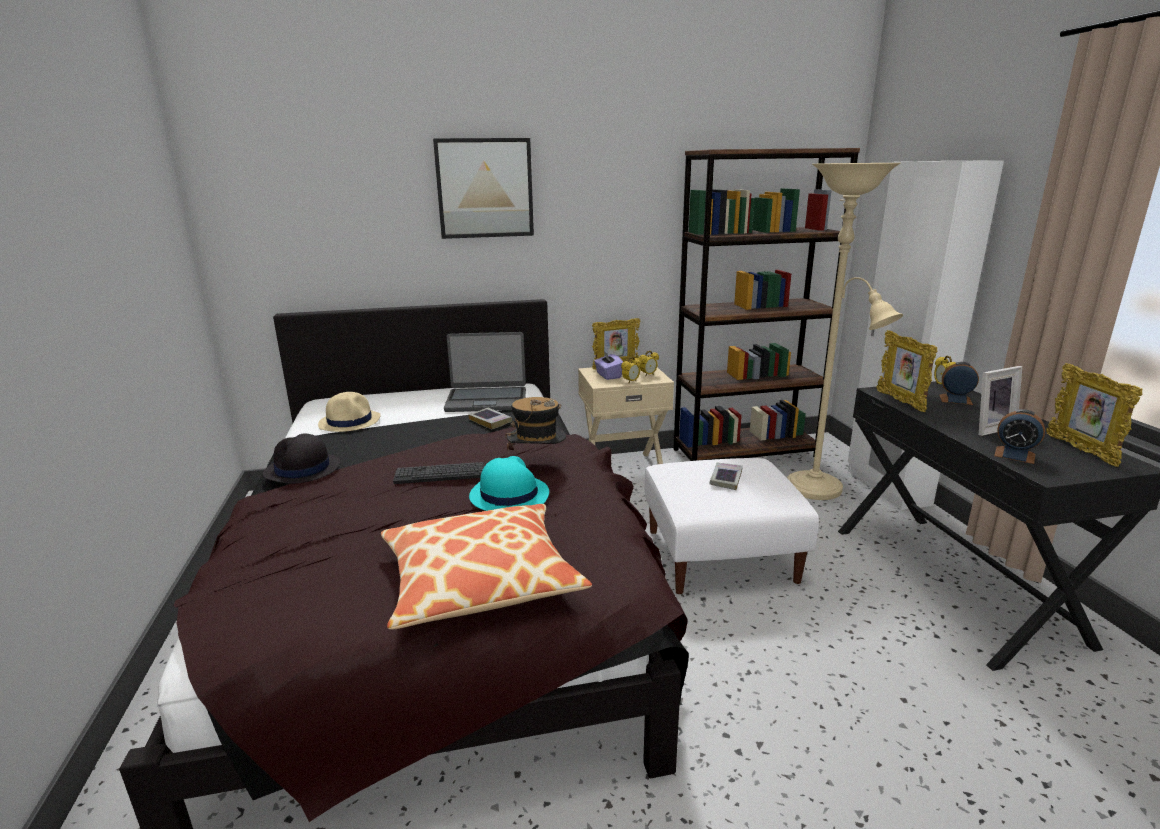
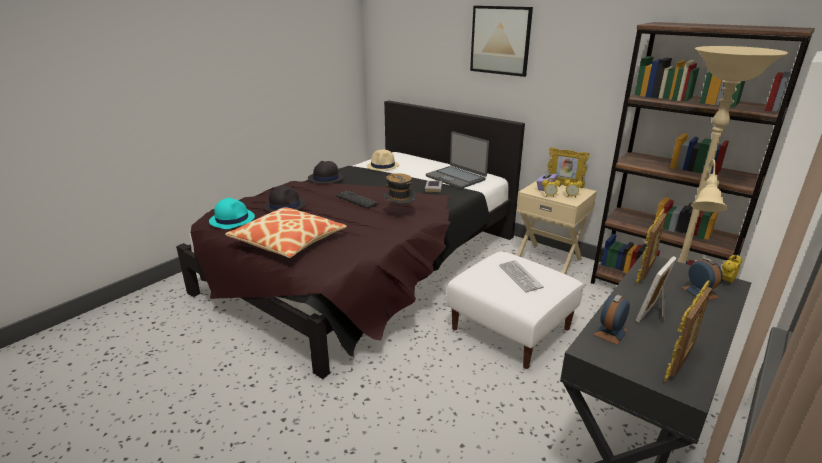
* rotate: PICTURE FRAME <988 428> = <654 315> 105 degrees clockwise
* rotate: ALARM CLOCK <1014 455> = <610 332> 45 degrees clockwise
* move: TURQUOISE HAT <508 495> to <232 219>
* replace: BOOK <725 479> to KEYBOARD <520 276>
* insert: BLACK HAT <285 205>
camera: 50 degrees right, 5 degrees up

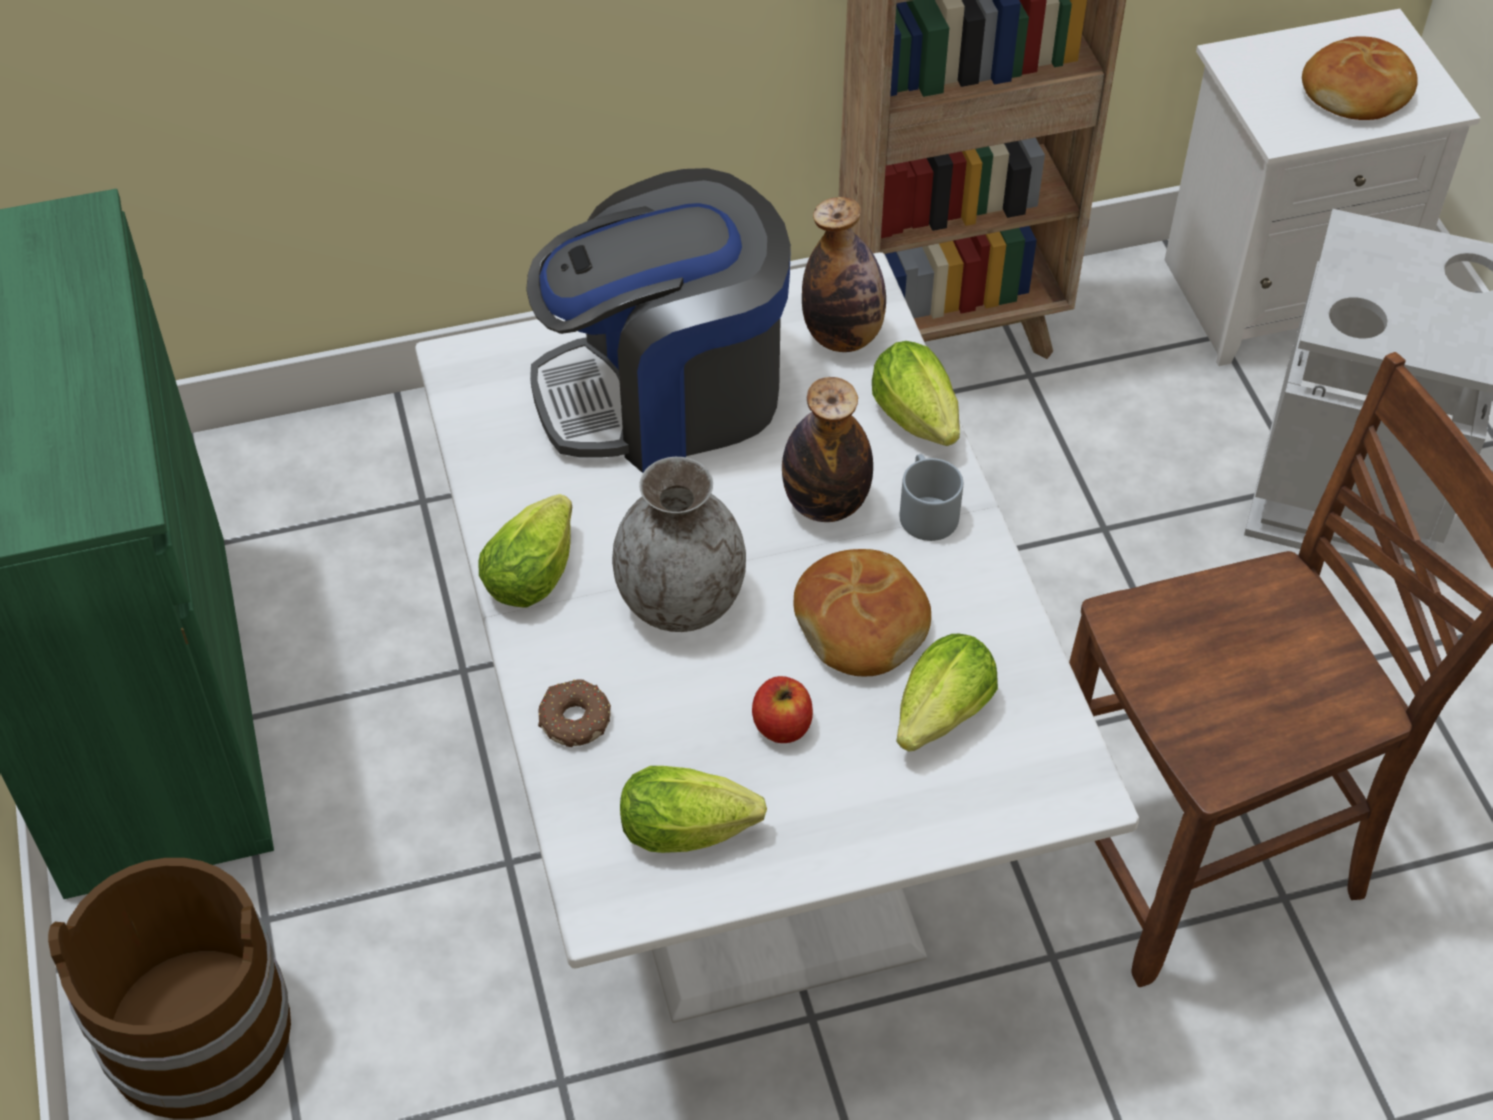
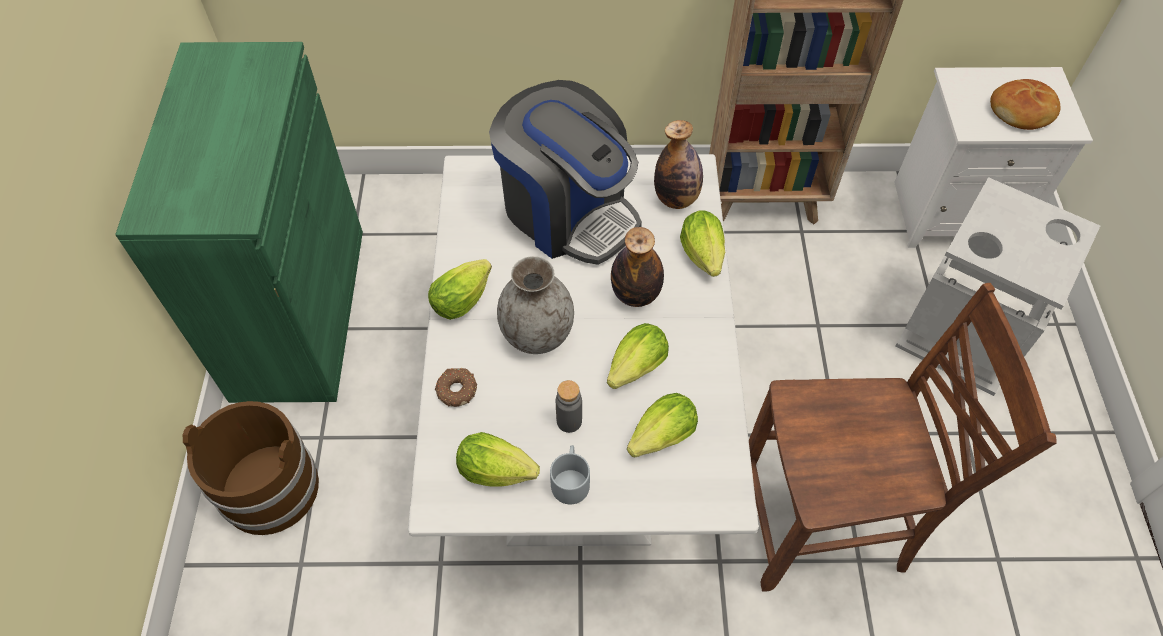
* rotate: COFFEE MACHINE <665 394> = <568 212> 135 degrees counterclockwise
* move: GREY MUG <925 510> to <569 479>
* replace: BREAD <862 624> to LETTUCE <633 370>
* replace: APPLE <781 726> to GREY BOTTLE <569 421>
camera: 15 degrees right, 5 degrees up

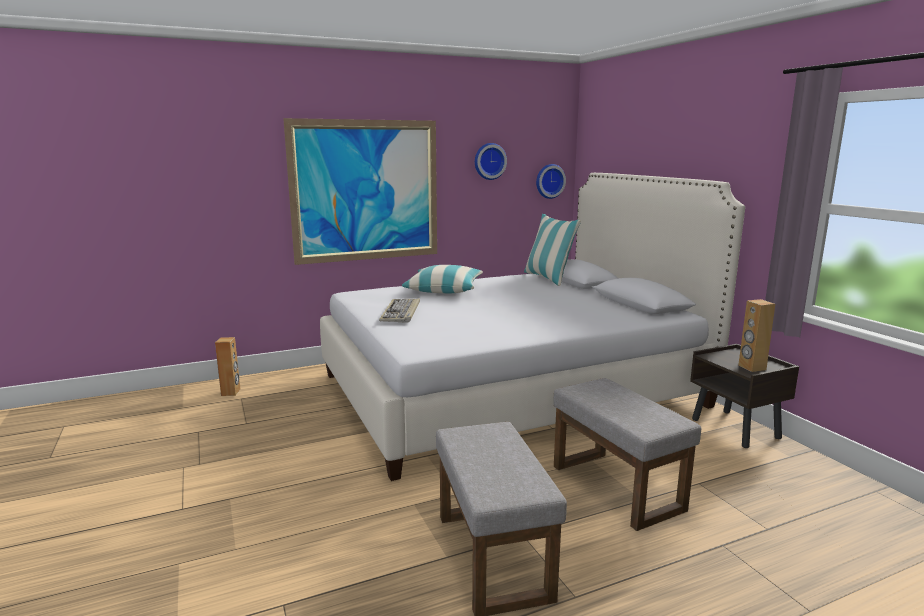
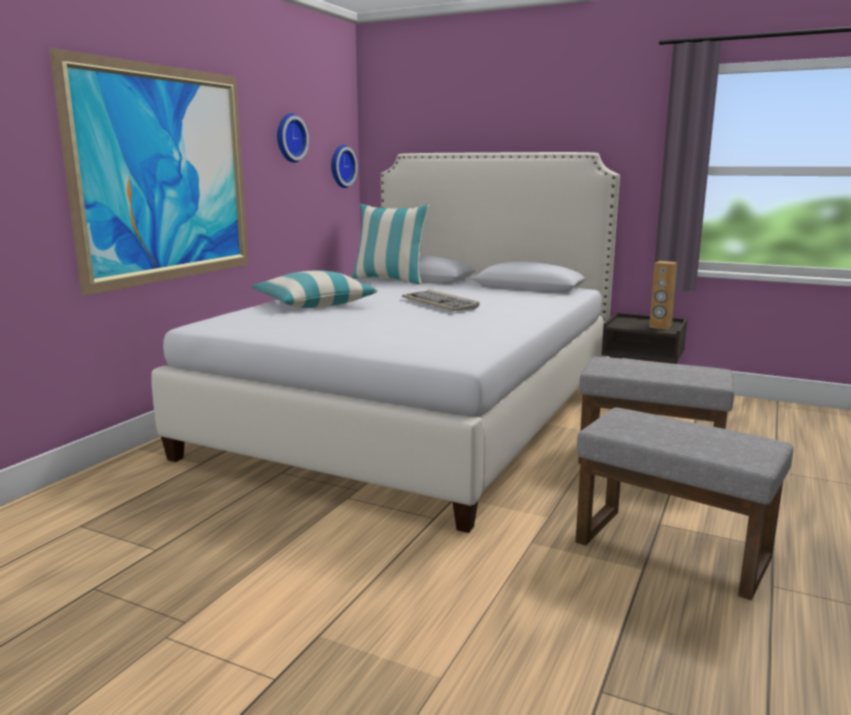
* move: KEYBOARD <401 313> to <441 304>
* delete: BROWN SPEAKER <231 392>
camera: 40 degrees left, 0 degrees up

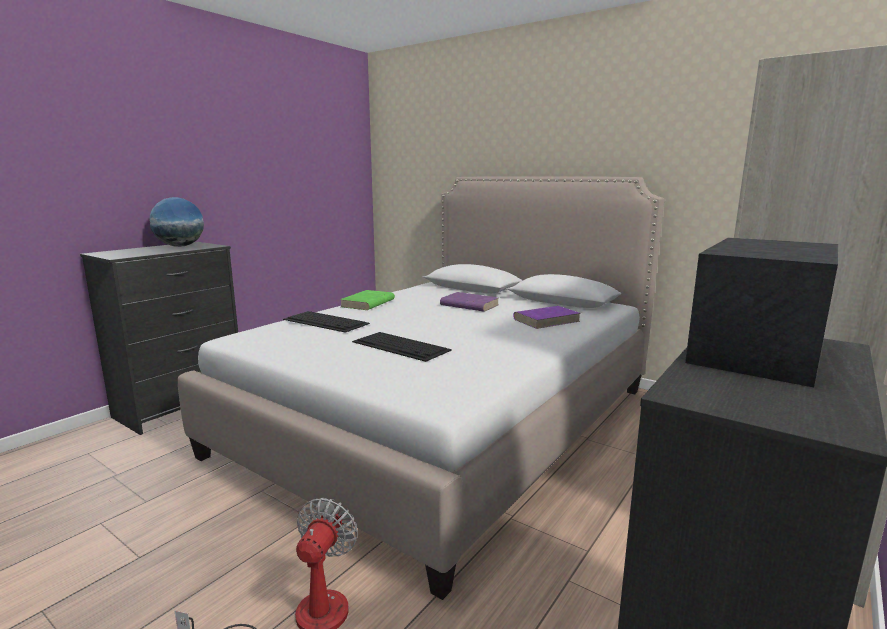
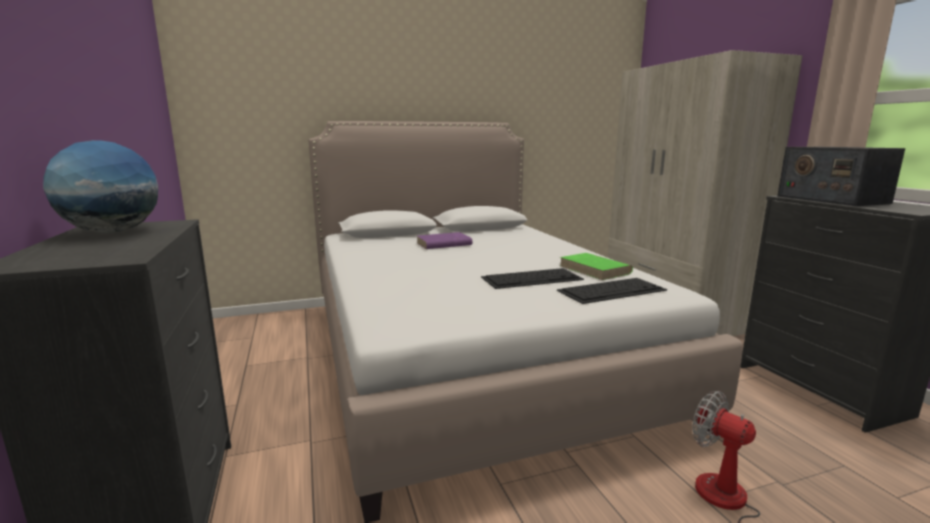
* move: GREEN BOOK <367 303> to <595 269>
* delete: PURPLE BOOK <546 320>
* move: KEYBOARD <326 321> to <612 290>
camera: 55 degrees left, 0 degrees up

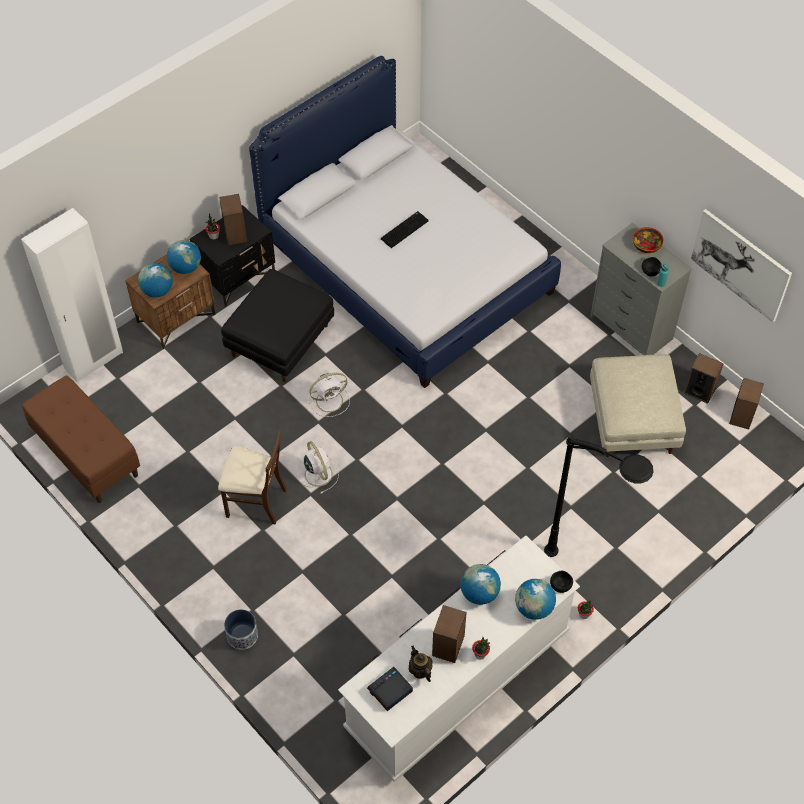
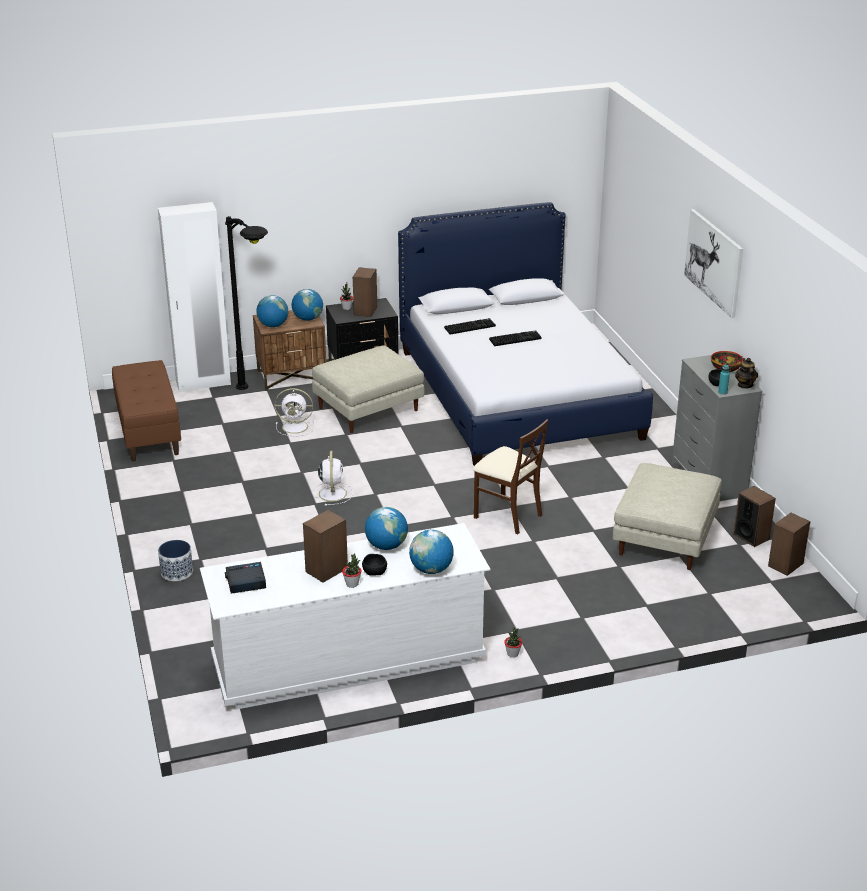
* move: PICTURE <740 265> to <714 262>
* recolor: BLACK OTTOMAN <280 339> to BEIGE OTTOMAN <369 408>
* move: WHITE FAN <330 400> to <296 427>
* move: BROWN CHAIR <255 501> to <507 515>
* move: BLACK FLOOR LAMP <590 573> to <259 403>
* move: BLACK BOWL <561 585> to <375 571>
* move: TEAPOT <420 671> to <745 385>
* insert: KEYBOARD <470 327>
camera: 25 degrees right, 25 degrees down

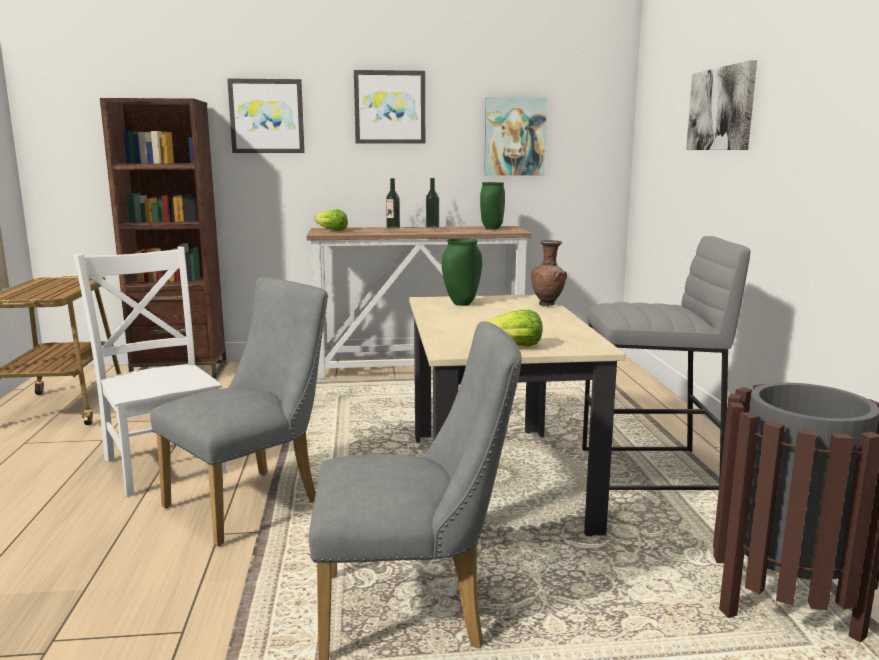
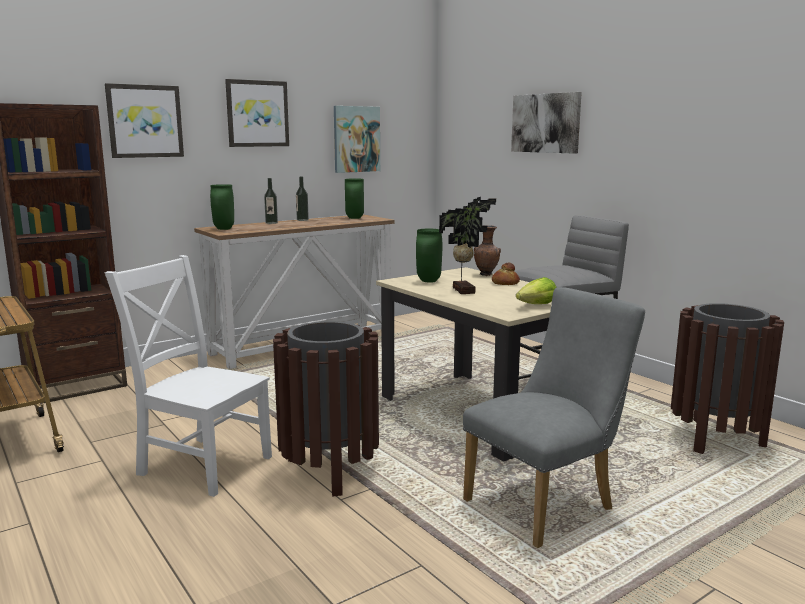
* replace: LETTUCE <331 230> to GREEN VASE <224 229>
* replace: GREY CHAIR <252 501> to BROWN TRASH CAN <330 471>
* insert: POTTED PLANT <465 290>
* insert: BREAD <505 283>
camera: 30 degrees left, 0 degrees up

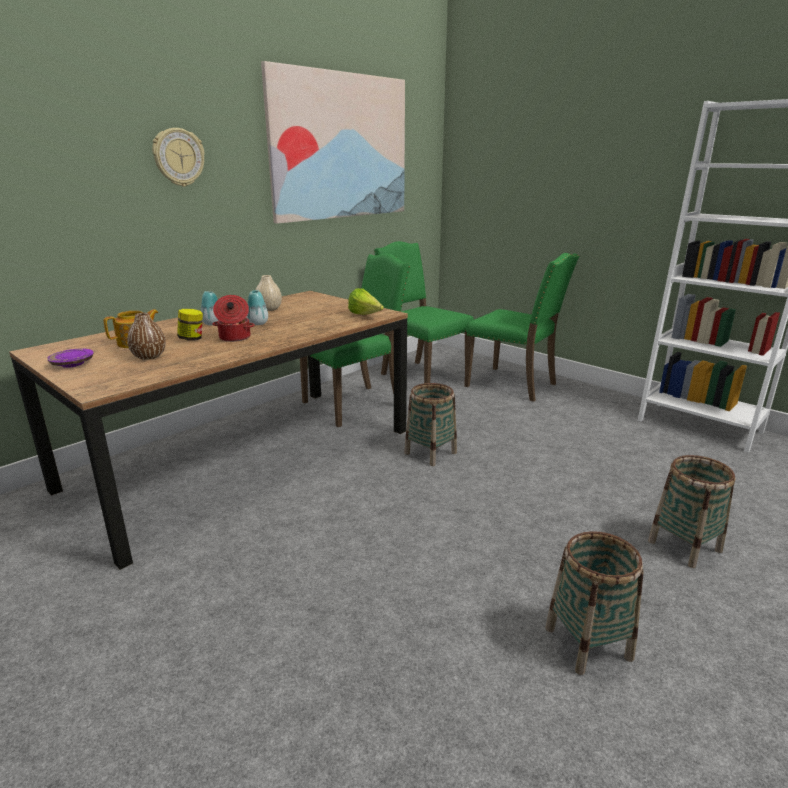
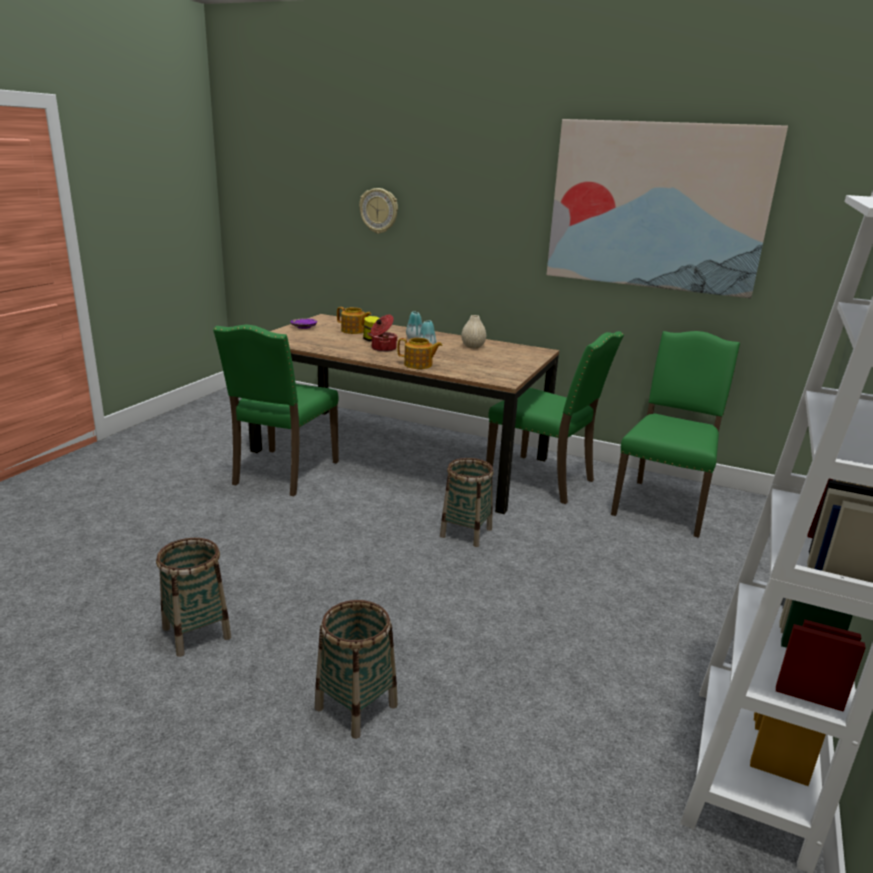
* move: WALL CLOCK <178 157> to <379 210>
* move: GREEN CHAIR <513 385> to <283 473>
* delete: LETTUCE <365 315>
* delete: BROWN VASE <149 356>
* insert: TEAPOT <418 365>
camera: 70 degrees right, 0 degrees up

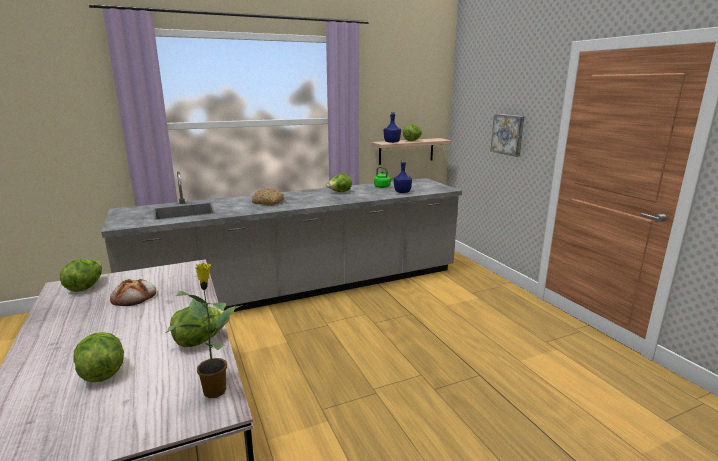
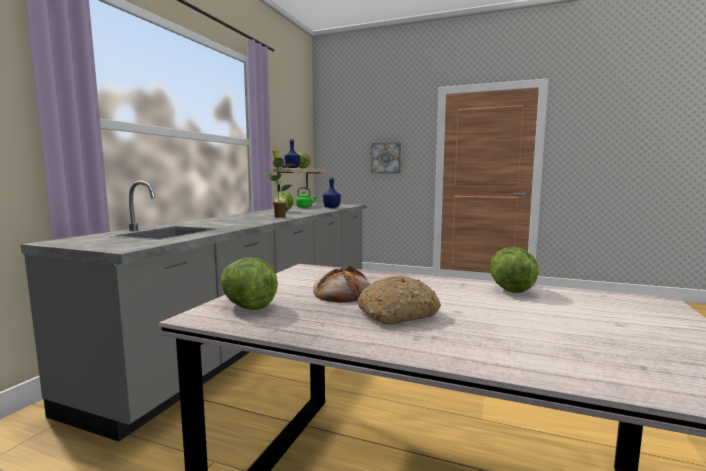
* move: BREAD <267 202> to <397 313>
* move: POTTED PLANT <215 389> to <279 216>
* delete: LETTUCE <102 371>
camera: 45 degrees left, 10 degrees down

